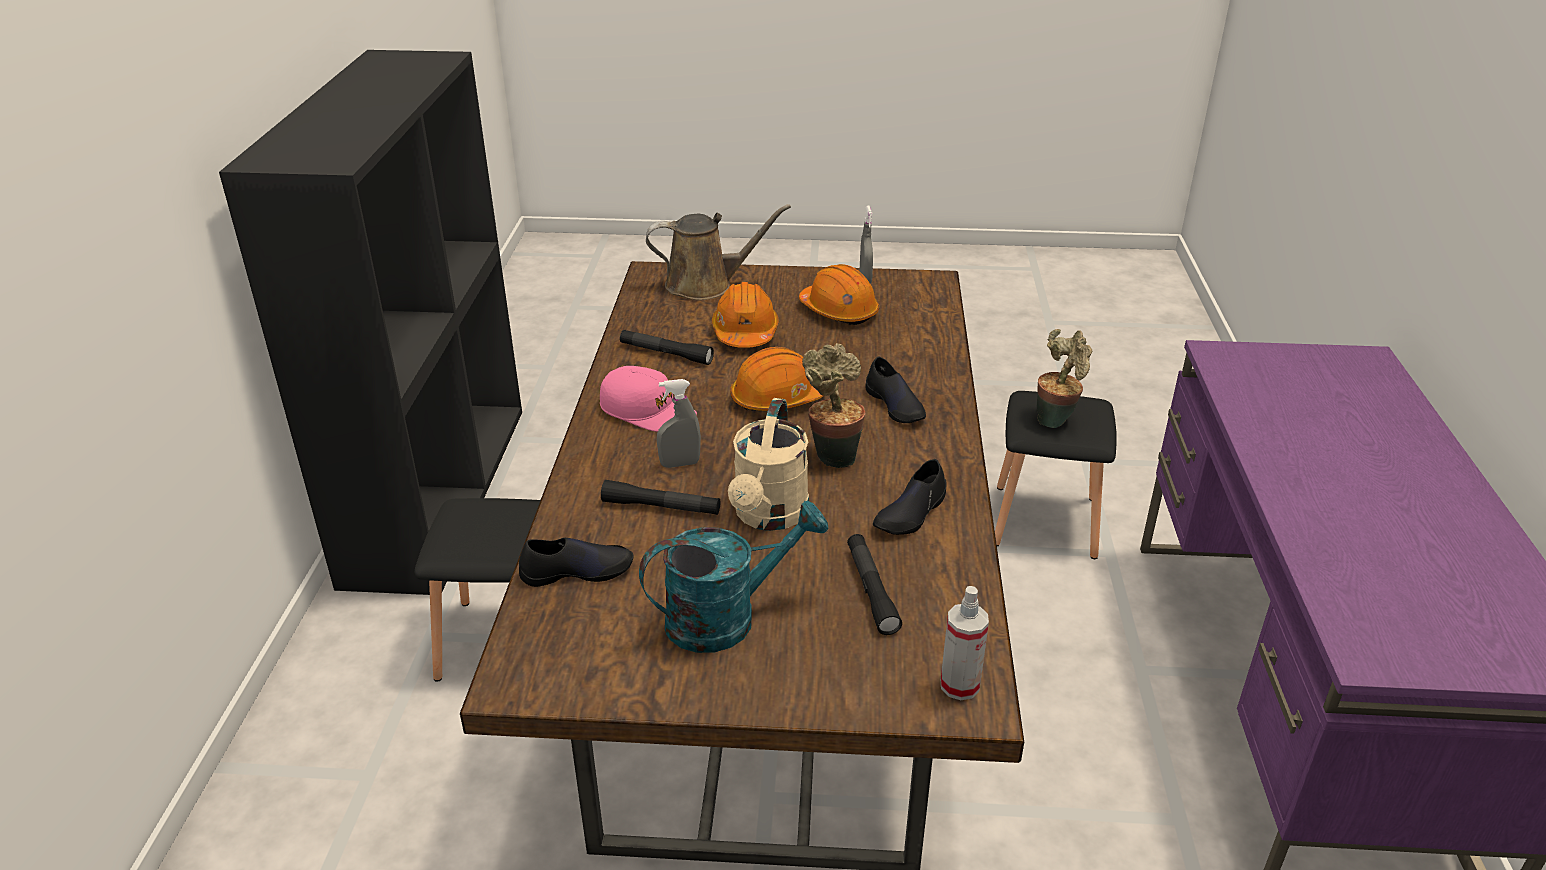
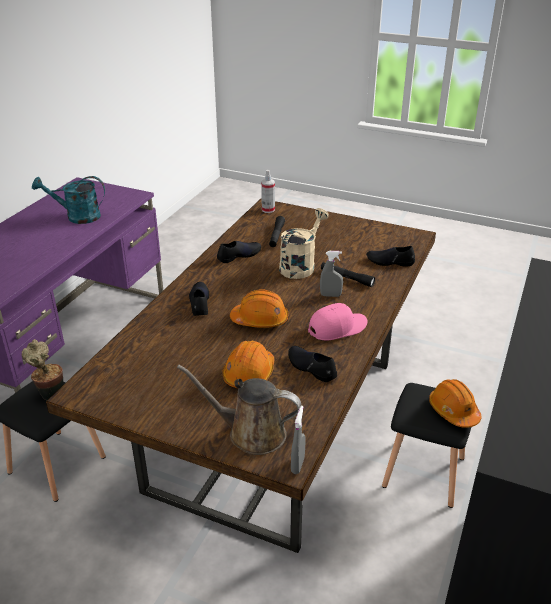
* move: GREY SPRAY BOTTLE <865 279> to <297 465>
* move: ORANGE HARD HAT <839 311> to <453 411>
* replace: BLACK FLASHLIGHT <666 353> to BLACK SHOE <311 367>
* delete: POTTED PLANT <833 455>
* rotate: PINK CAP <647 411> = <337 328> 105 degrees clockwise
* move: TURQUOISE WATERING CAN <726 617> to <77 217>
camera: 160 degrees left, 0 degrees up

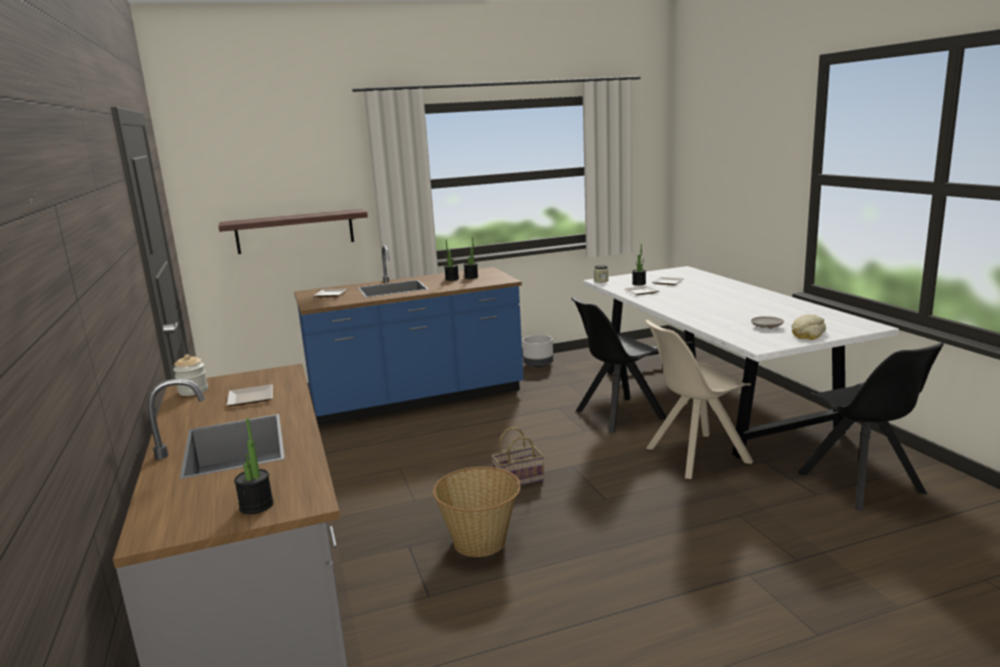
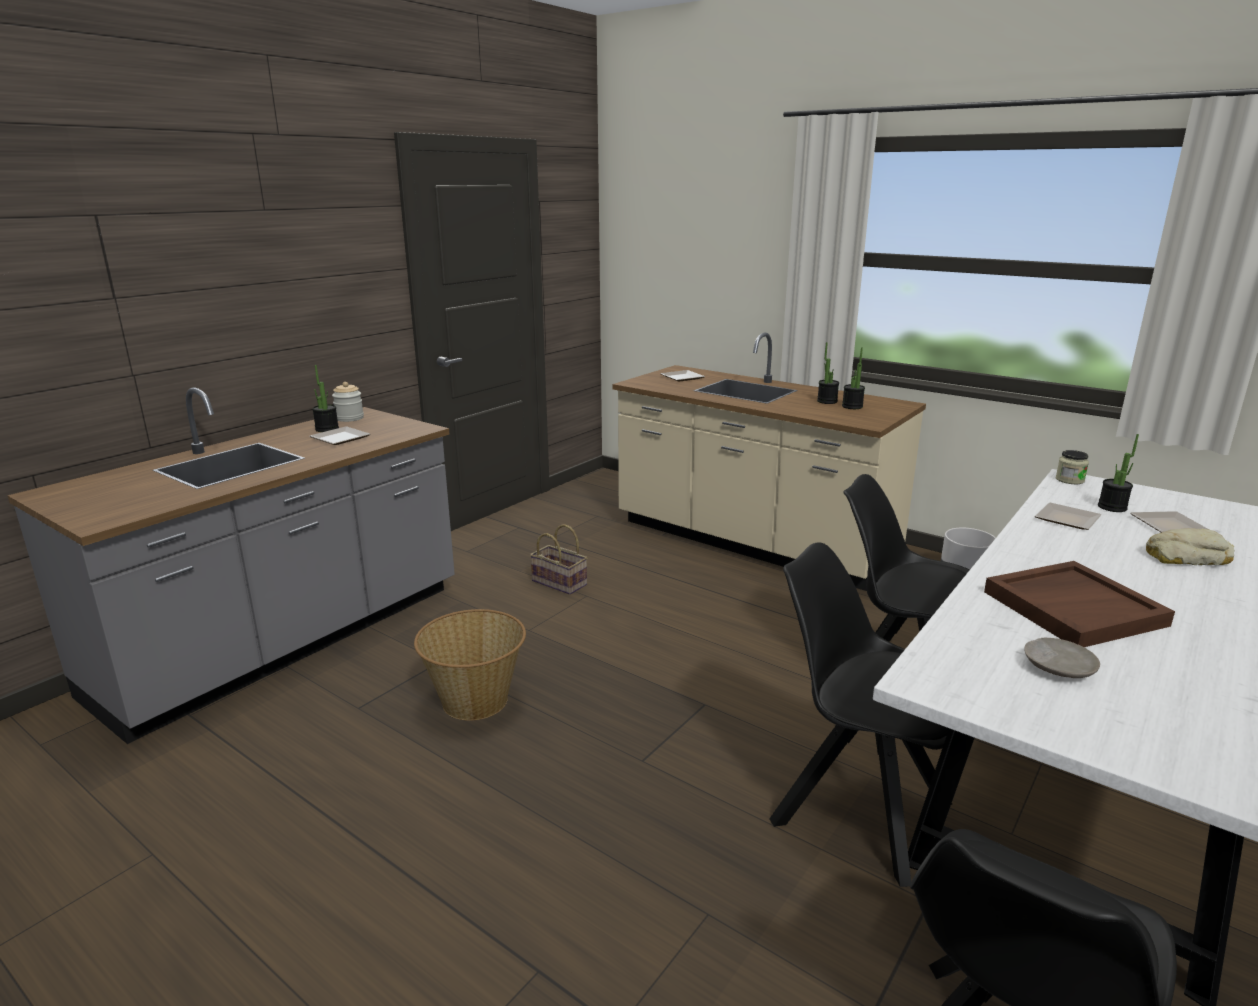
* delete: SHELF <295 231>
* recolor: BLUE COUNTER <417 398> to BEIGE COUNTER <753 542>
* move: BREAD <807 333> to <1186 557>
* recolor: BEIGE CHAIR <694 456> to BLACK CHAIR <856 810>
* move: POTTED PLANT <256 506> to <327 429>
* move: BASKET <519 479> to <561 583>
* insert: BROWN TRAY <1073 607>
camera: 55 degrees right, 5 degrees up

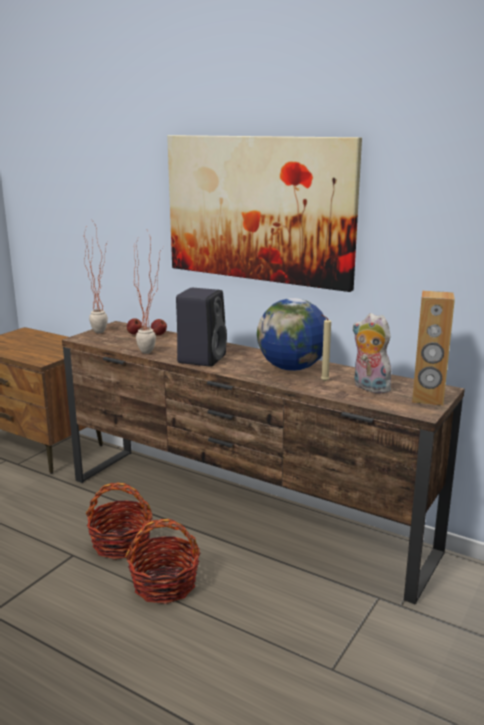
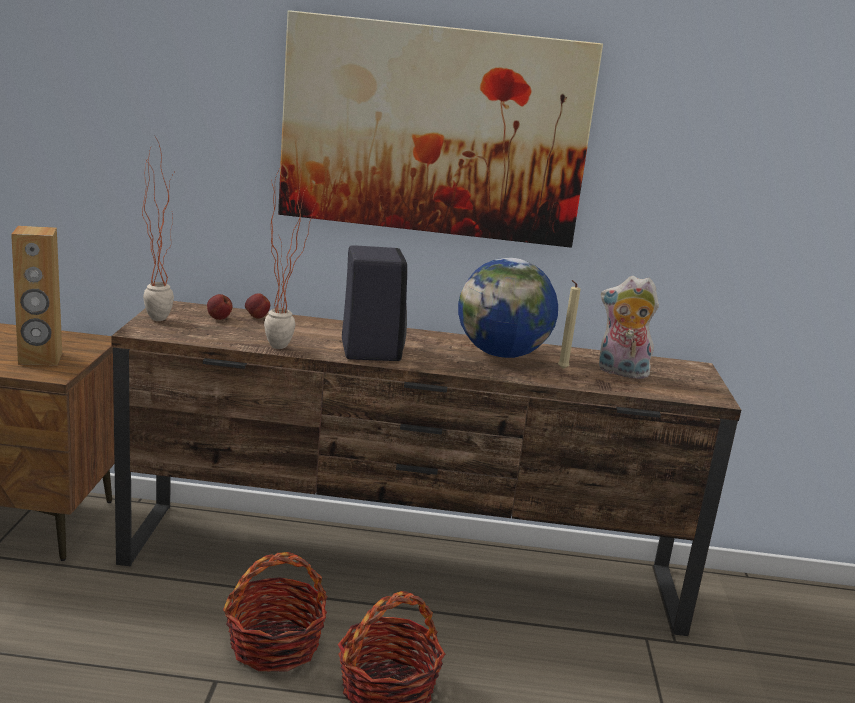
* move: BROWN SPEAKER <427 399> to <40 359>
camera: 30 degrees left, 0 degrees up

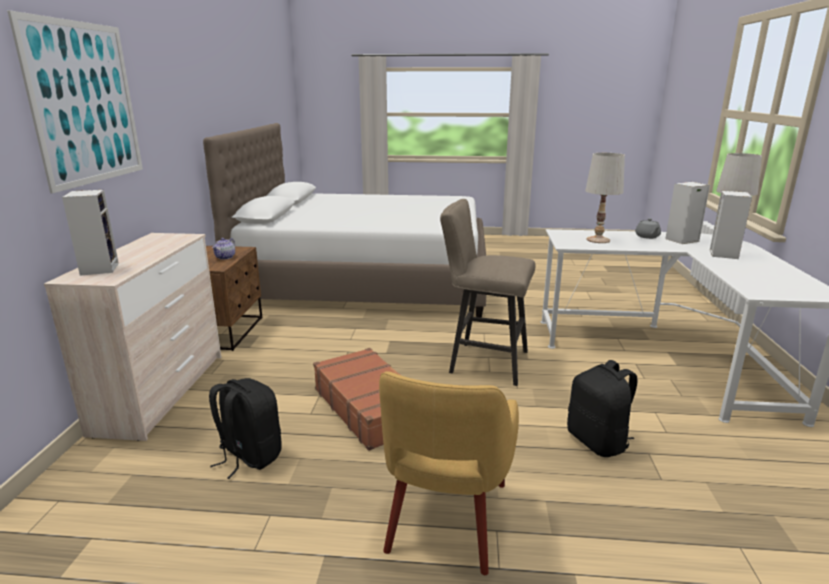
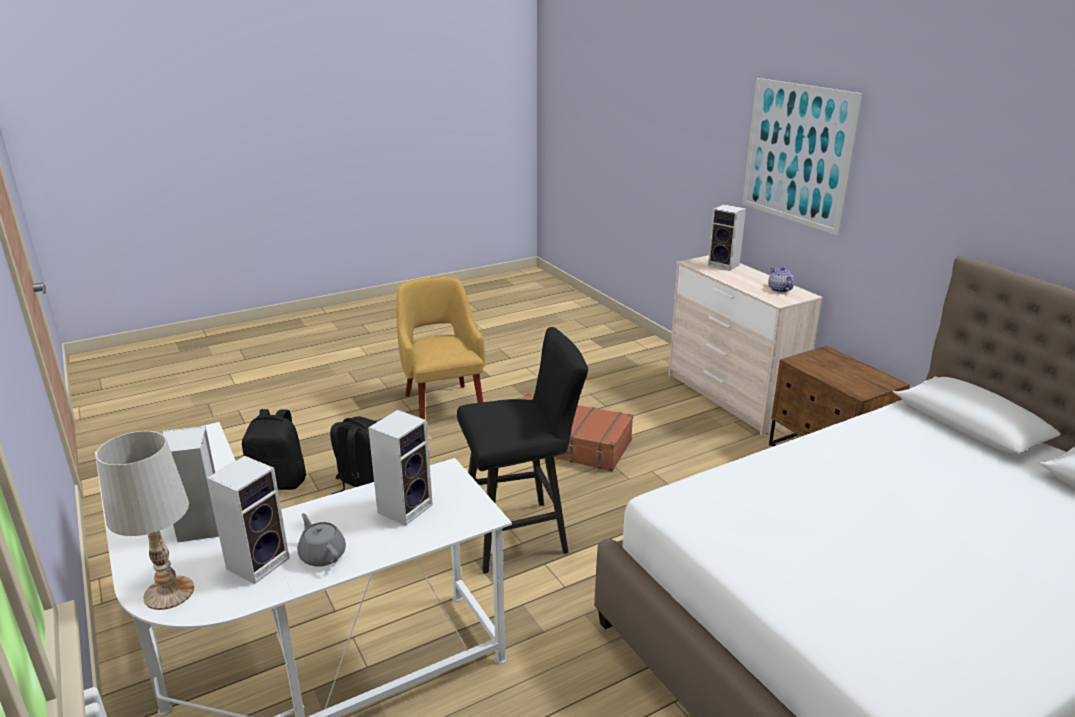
* replace: WHITE TABLE LAMP <598 240> to SPEAKER <405 507>
* recolor: BEIGE STOOL <482 361> to BLACK STOOL <522 533>
* move: TEAPOT <225 257> to <779 289>
* move: BLACK BACKPACK <249 456> to <279 482>
camera: 145 degrees right, 5 degrees up

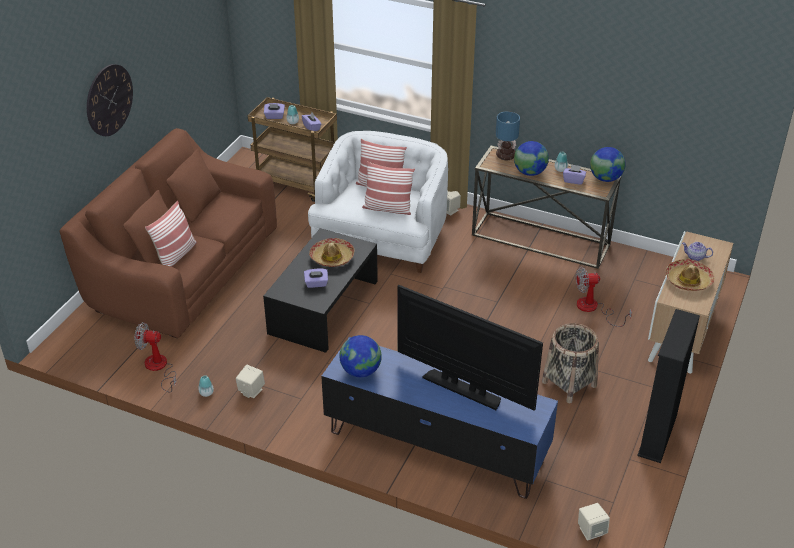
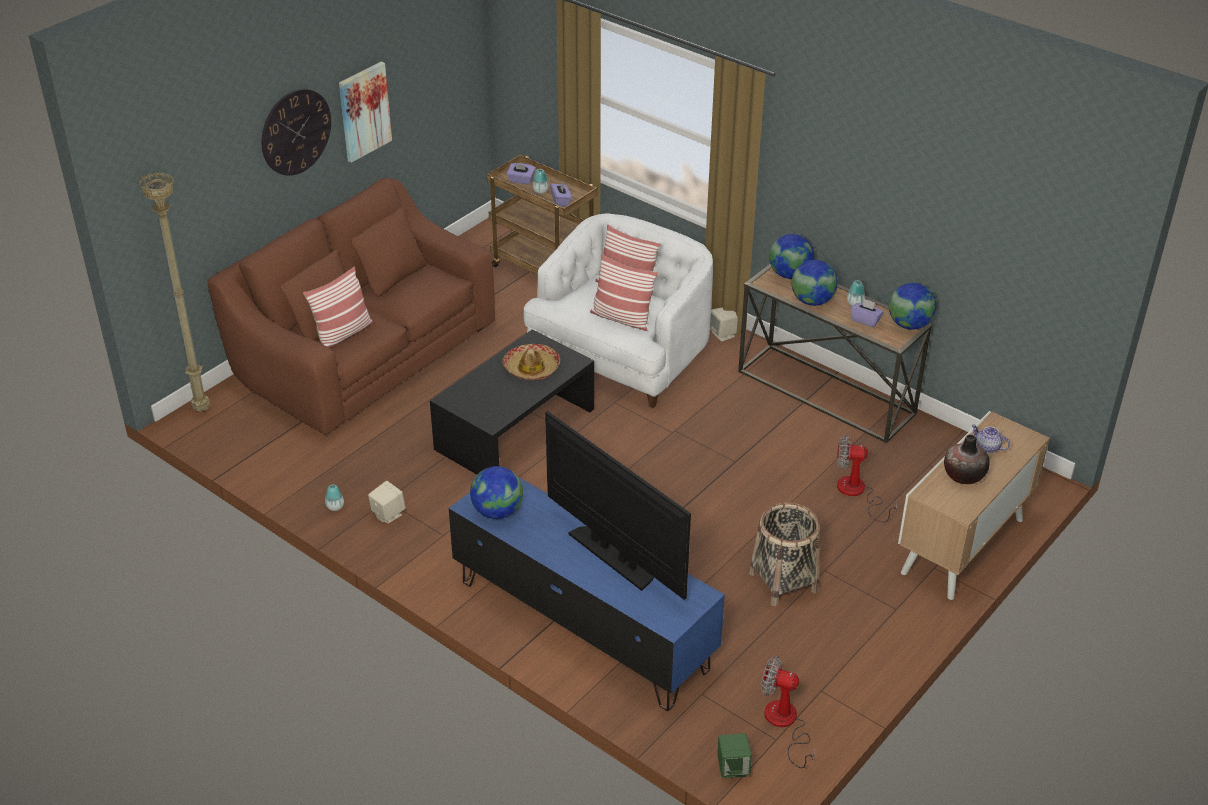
* replace: TABLE LAMP <505 156> to GLOBE <789 275>
* replace: HAT <688 280> to VASE <963 475>
* delete: PURPLE TISSUE BOX <316 284>
* delete: BLACK BOOKCASE <657 435>
* move: FAN <159 368> to <785 724>
* recolor: BEIGE SPEAKER <591 531> to GREEN SPEAKER <733 768>
* insert: PICTURE <364 111>
* insert: BEIGE FLOOR LAMP <203 409>
camera: 15 degrees right, 0 degrees up

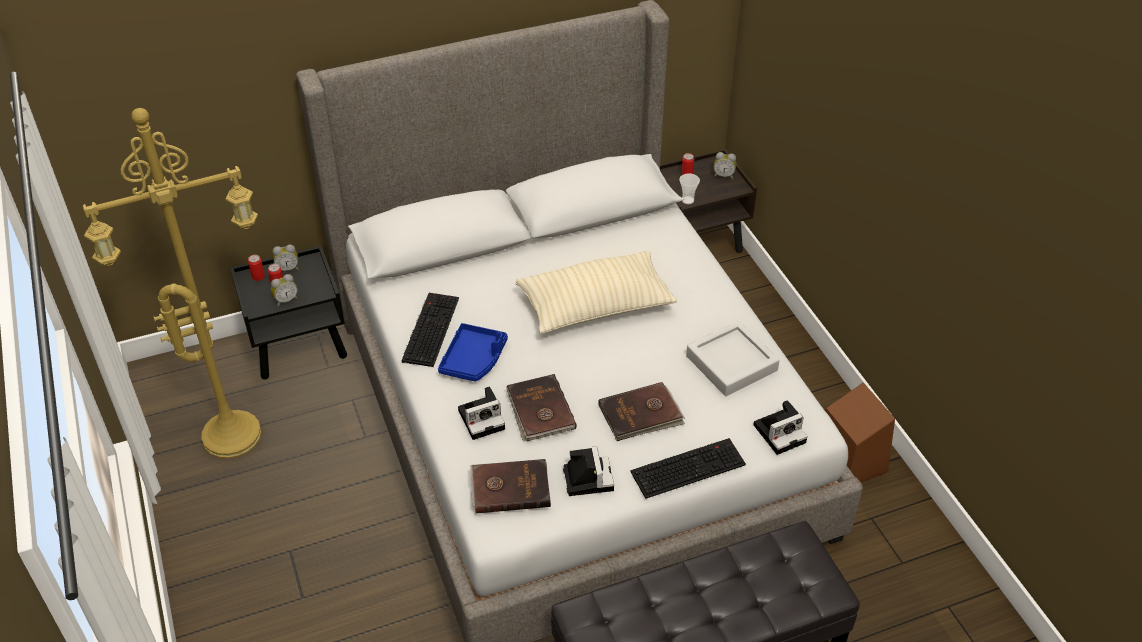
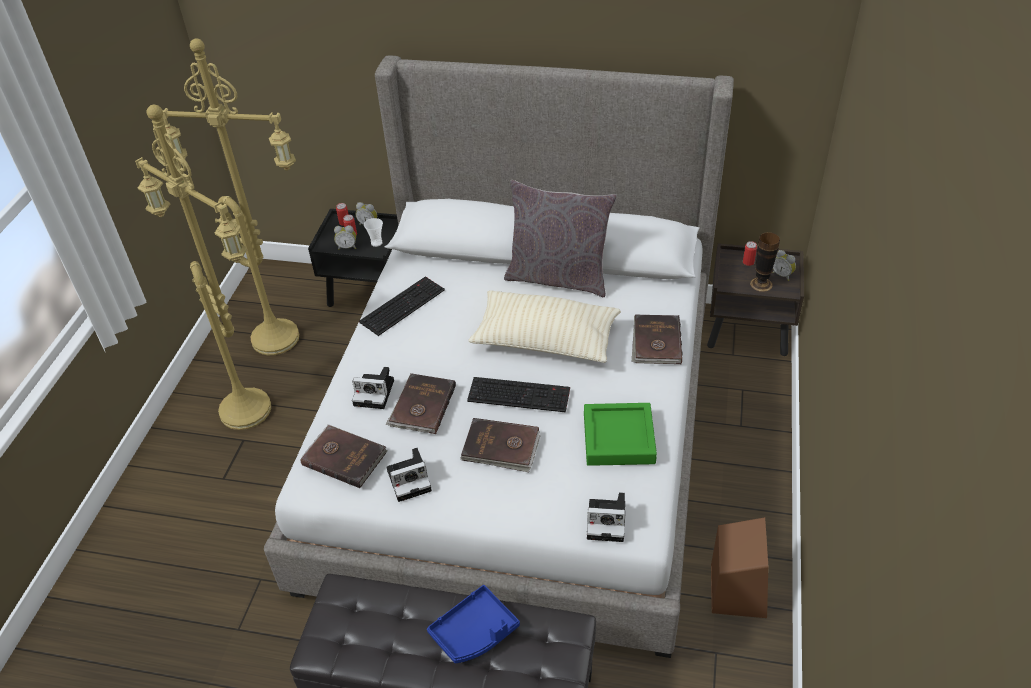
* move: CUP <687 200> to <376 243>
* recolor: GREY TRAY <731 363> to GREEN TRAY <618 439>
* move: BLUE TRAY <474 360> to <475 632>
* move: KEYBOARD <688 467> to <520 394>
* rotate: PHOTO CAMERA <587 477> = <411 479> 45 degrees clockwise
* insert: YELLOW FLOOR LAMP <249 409>
* insert: GREY PILLOW <558 277>
* insert: VASE <761 284>
* insert: BROWN BOOK <656 342>
camera: 35 degrees right, 0 degrees up

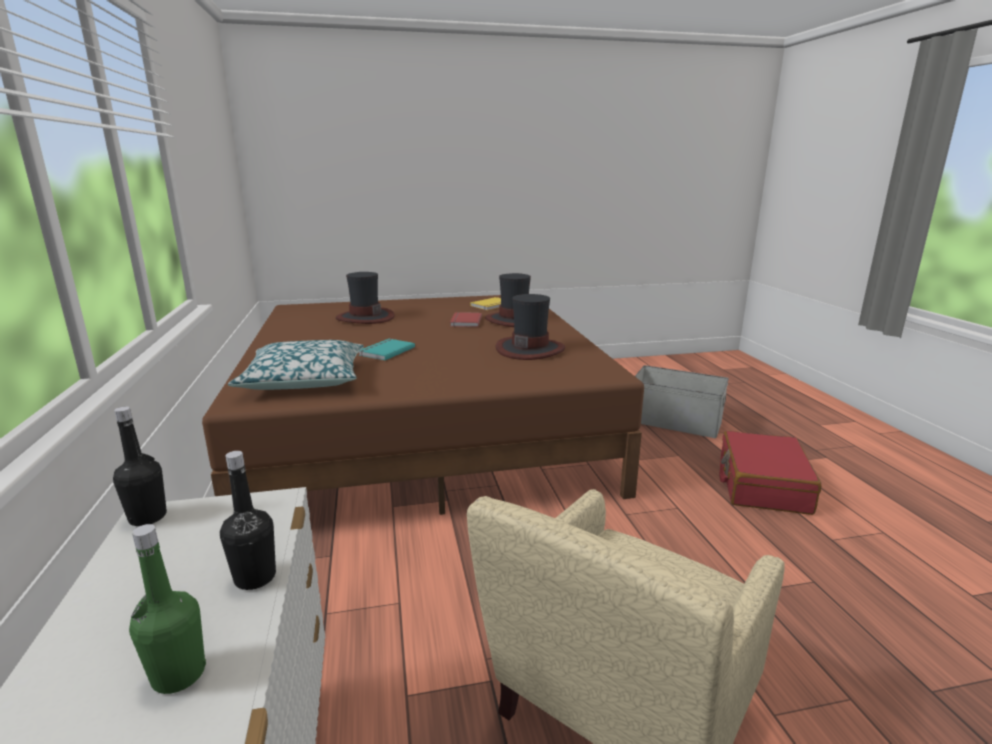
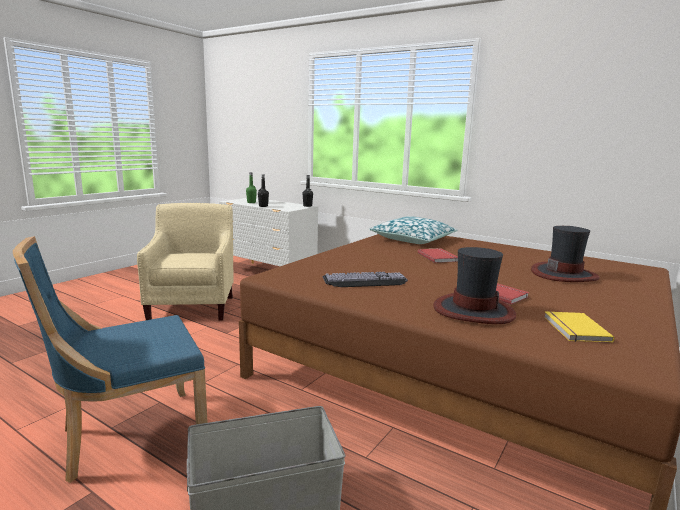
* replace: HAT <530 349> to KEYBOARD <365 281>
* recolor: TURQUOISE BOOK <385 351> to RED BOOK <438 257>
* replace: RED SUITCASE <762 485> to BLUE CHAIR <129 437>
camera: 135 degrees right, 5 degrees down

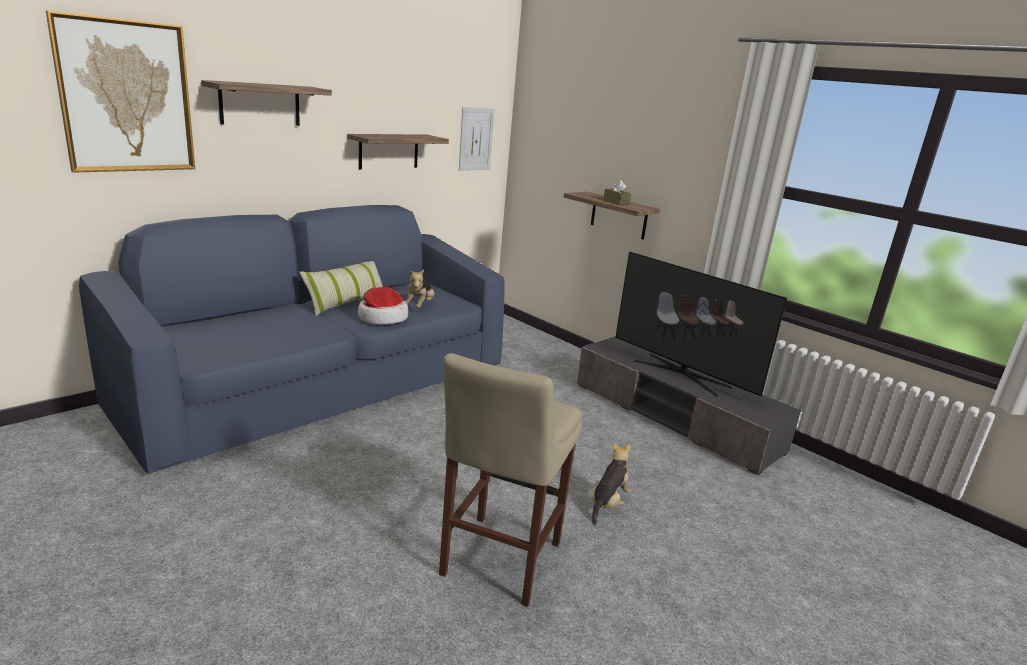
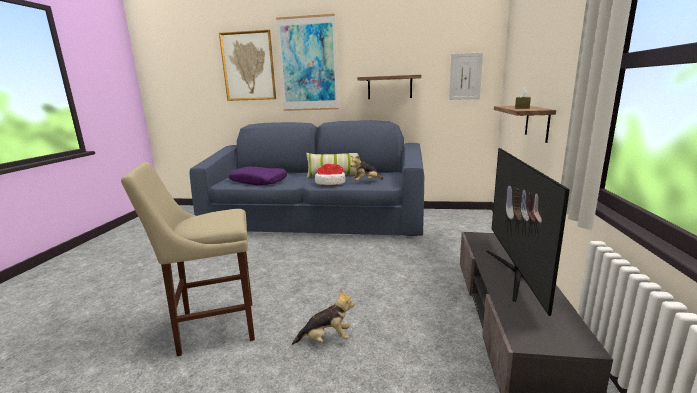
* replace: SHELF <260 104> to PICTURE <308 64>
* insert: PURPLE PILLOW <259 181>
camera: 55 degrees right, 5 degrees down

